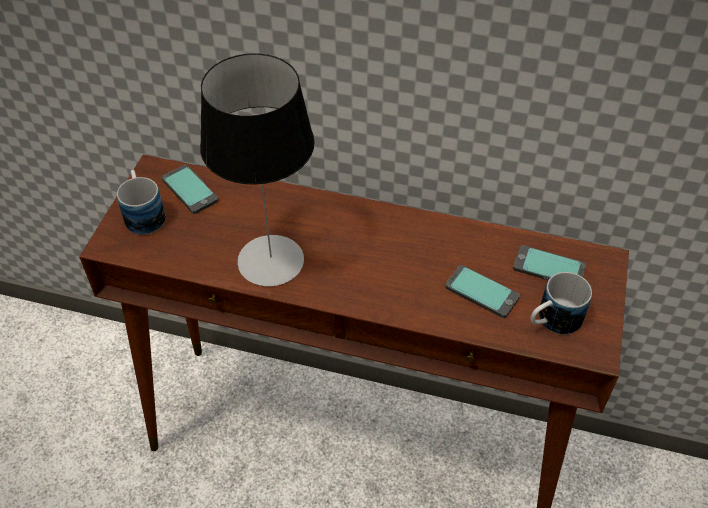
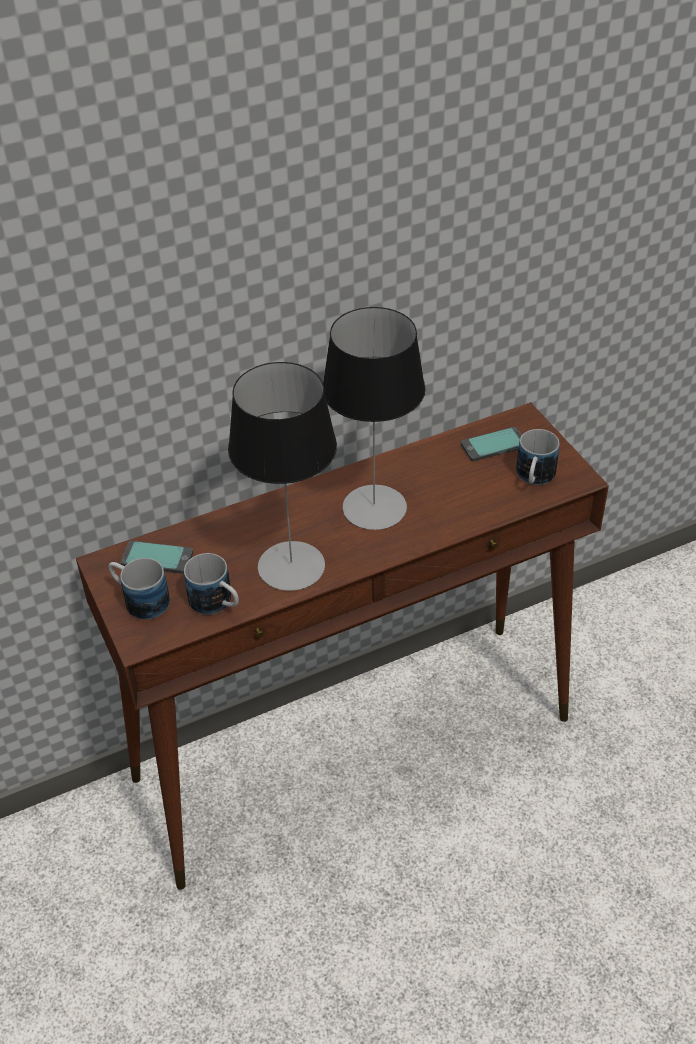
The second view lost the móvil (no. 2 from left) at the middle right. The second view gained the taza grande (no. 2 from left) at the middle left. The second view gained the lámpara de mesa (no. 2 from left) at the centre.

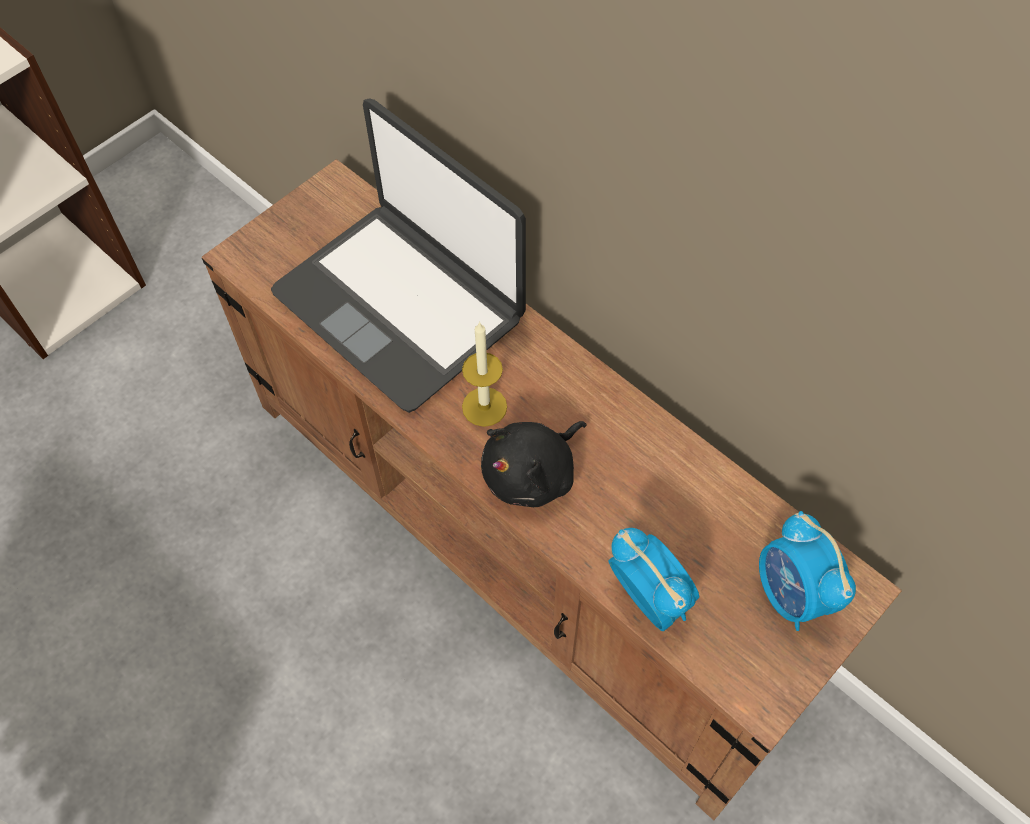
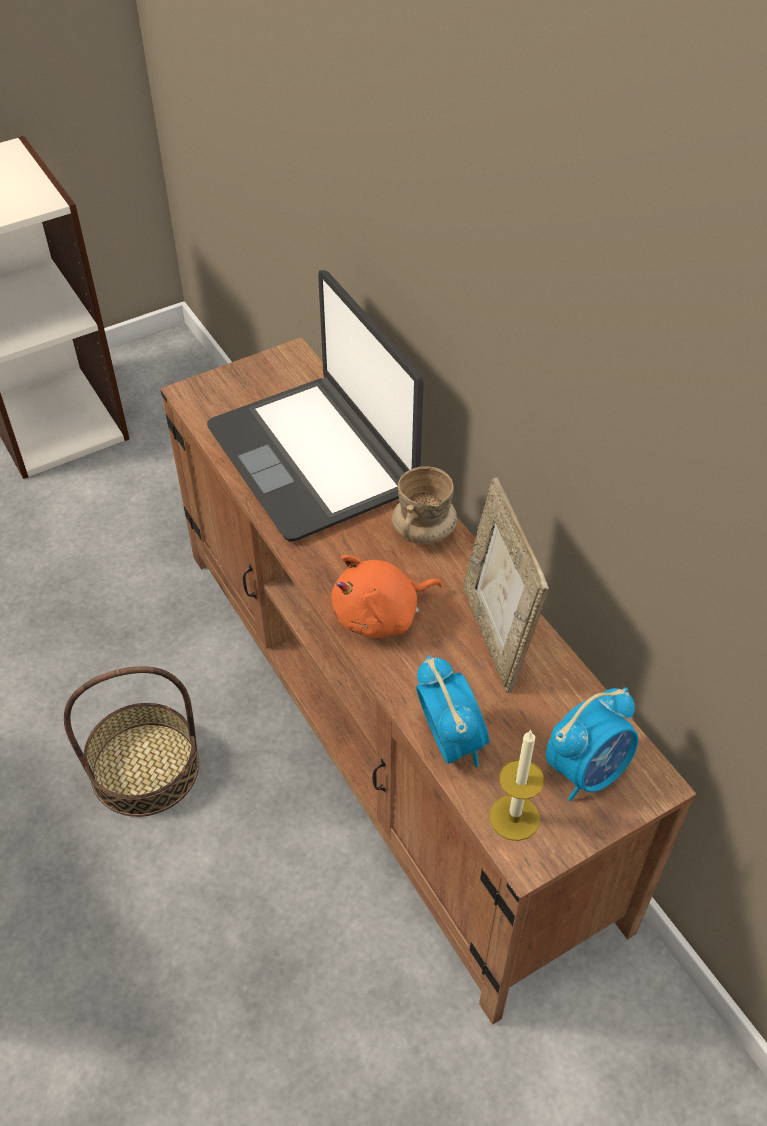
The vela ended up elsewhere, having gone from the centre to the bottom right. What was the peluche/negro at the centre turned into the peluche/naranja at the centre. The despertador (no. 2 from left) at the bottom right ended up facing another way, 120 degrees counterclockwise from before. The second view gained the cesta at the middle left. The second view gained the taza grande/beis at the centre. The second view gained the portarretratos at the centre.

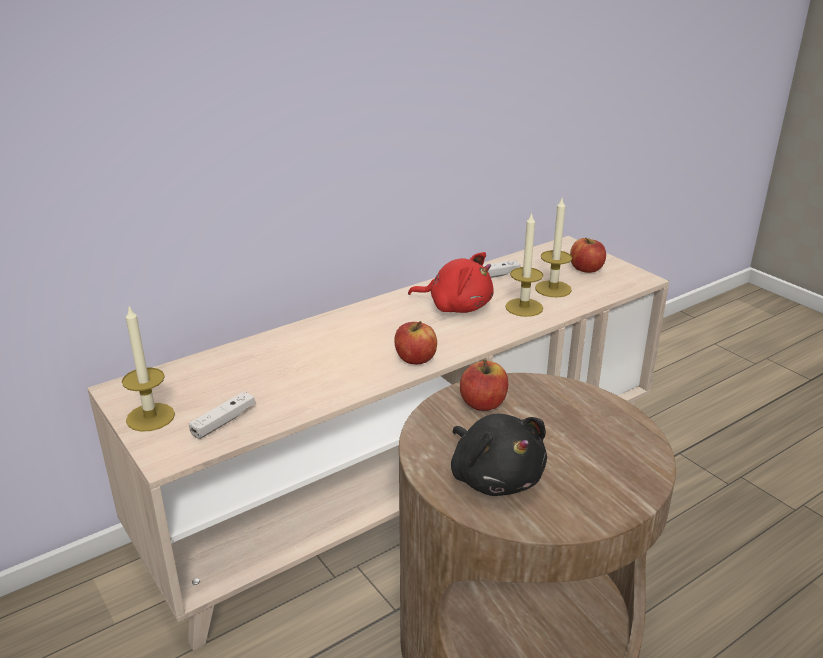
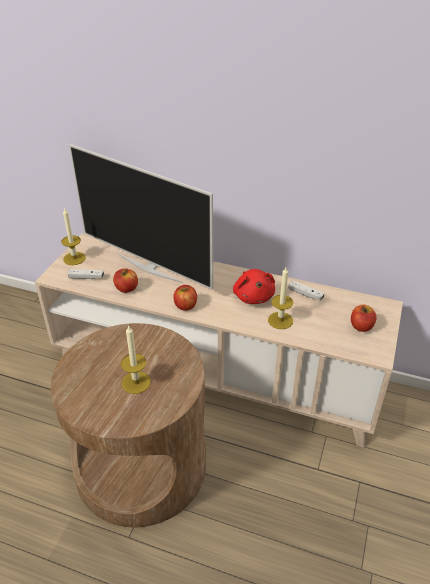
The second view lost the peluche/negro at the bottom centre. The manzana (no. 2 from left in the first image) ended up elsewhere, having gone from the centre to the middle left. The vela (no. 3 from left in the first image) ended up elsewhere, having gone from the middle right to the middle left. The second view gained the televisor at the middle left.

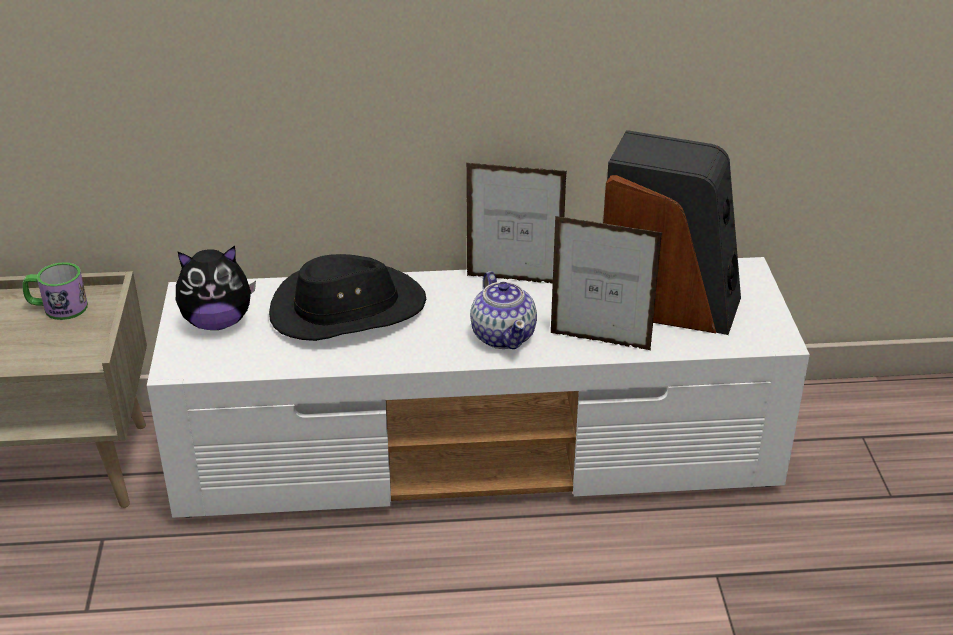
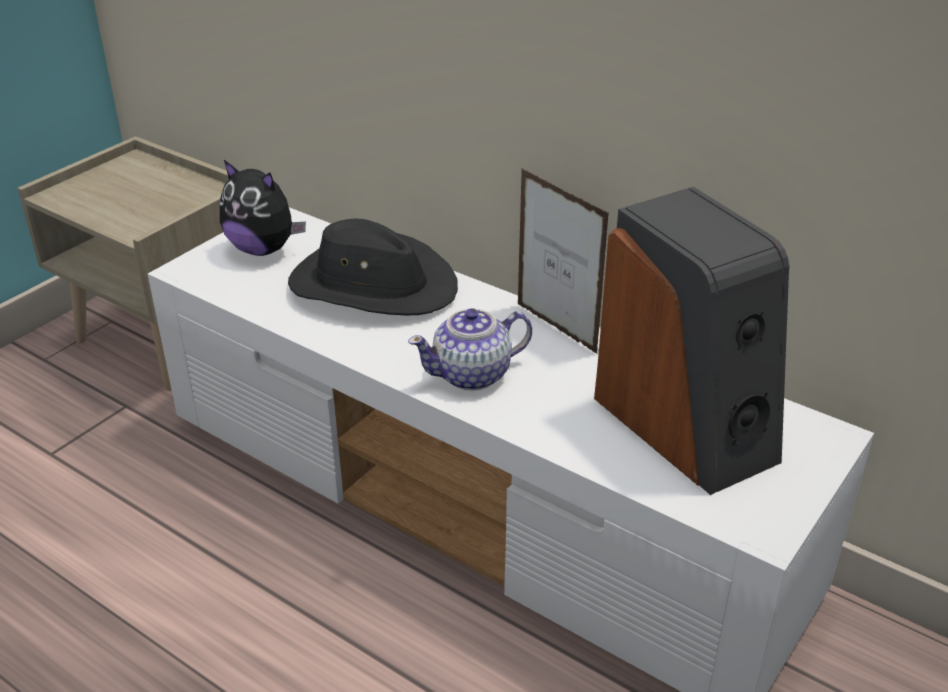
The second view lost the taza grande at the middle left. The tetera at the centre ended up facing another way, 45 degrees clockwise from before. The second view lost the portarretratos (no. 2 from left) at the centre.

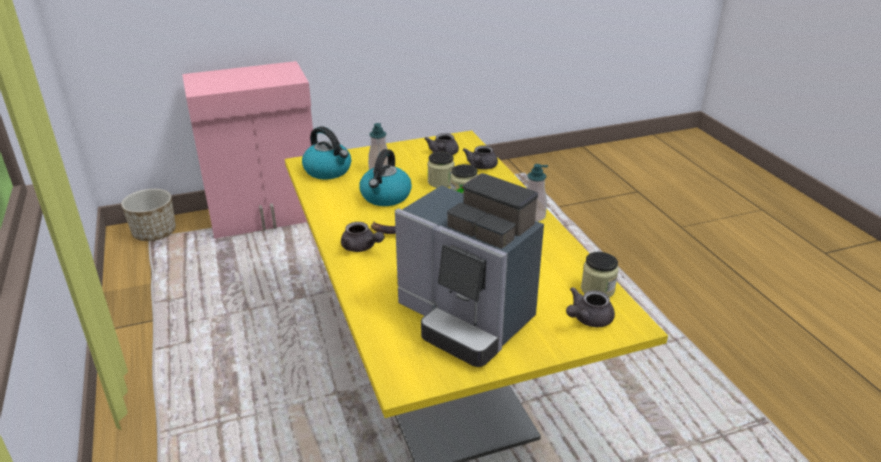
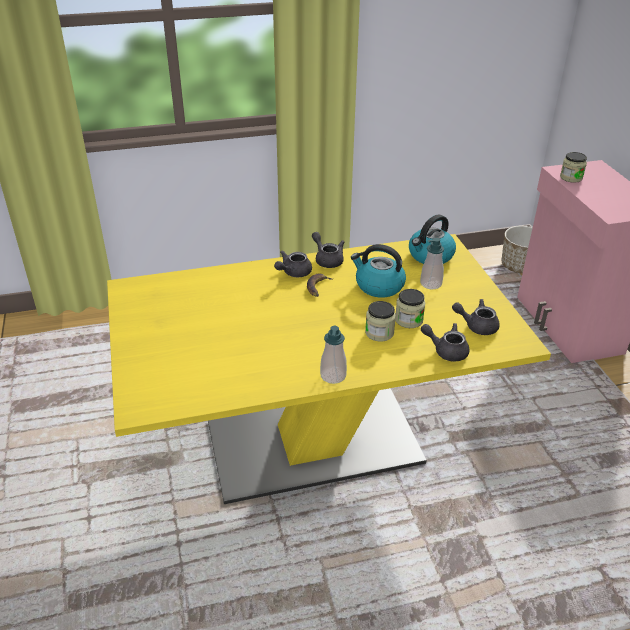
The second view lost the cafetera at the centre. The tetera/gris (no. 4 from left in the first image) ended up elsewhere, having gone from the middle right to the centre. The tarro (no. 3 from left) ended up elsewhere, having gone from the middle right to the top right.

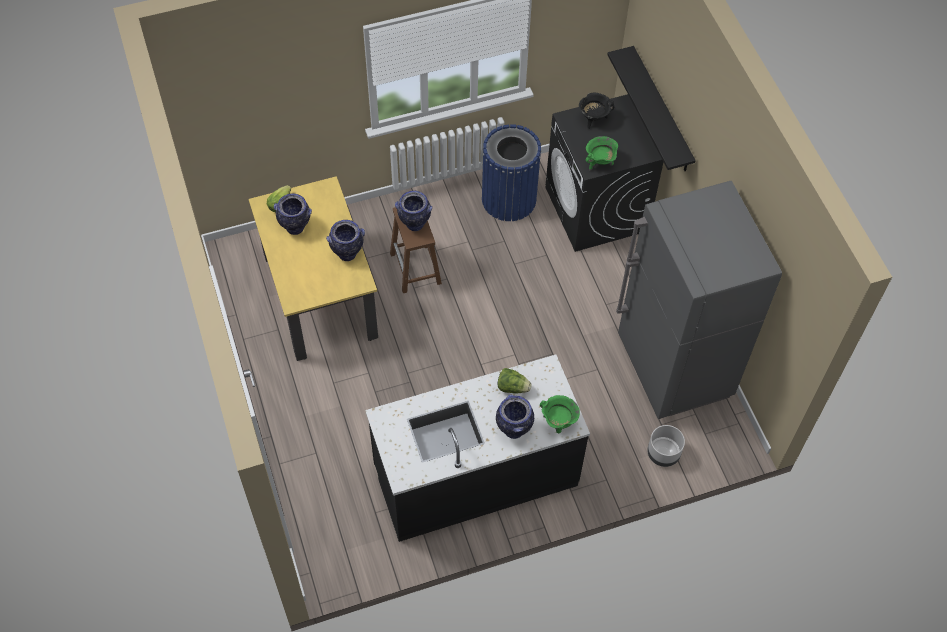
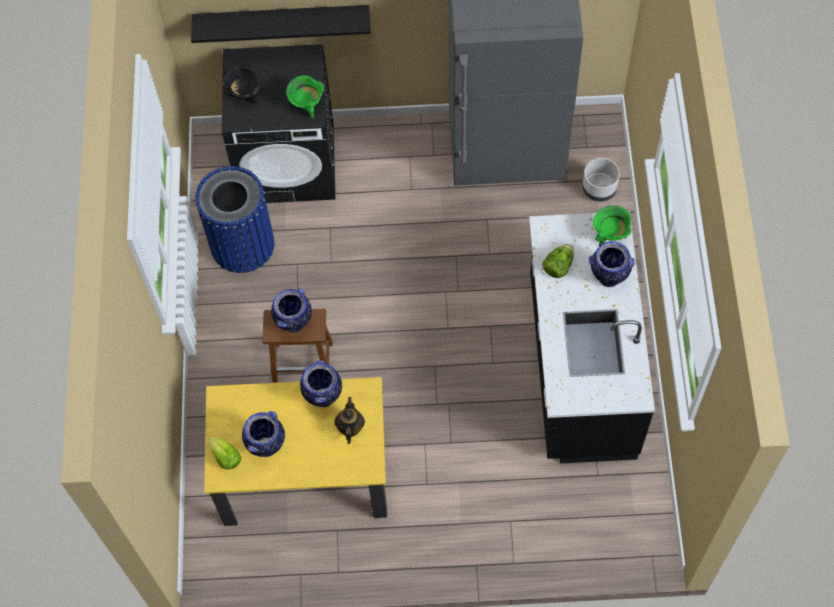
The second view gained the tetera at the bottom centre.

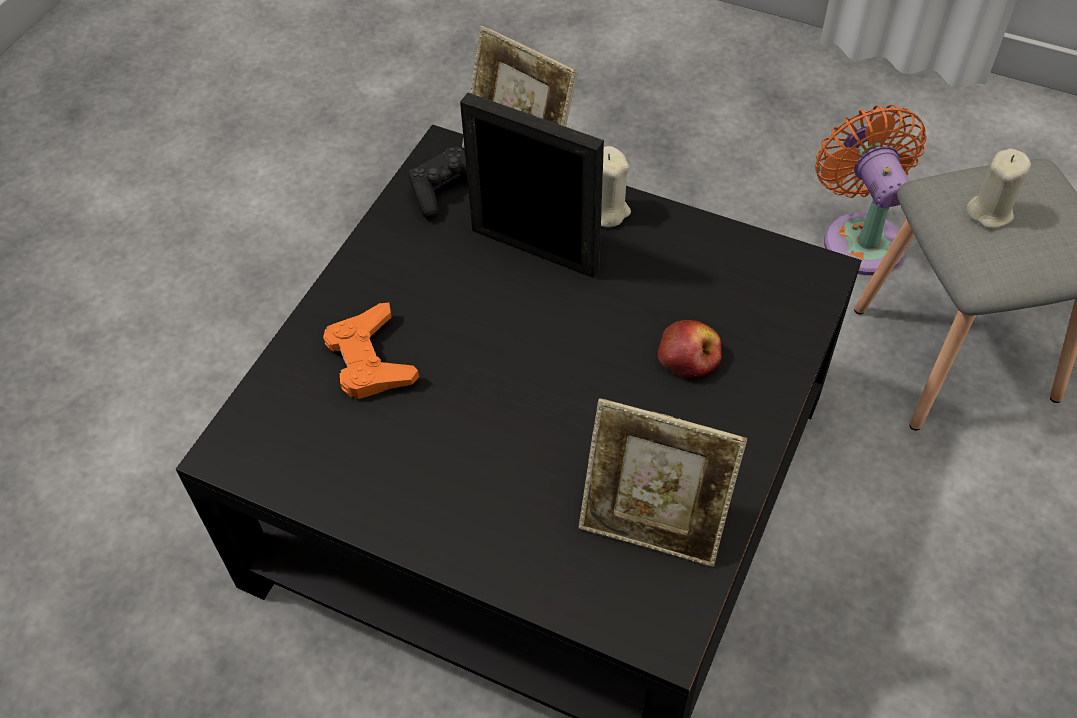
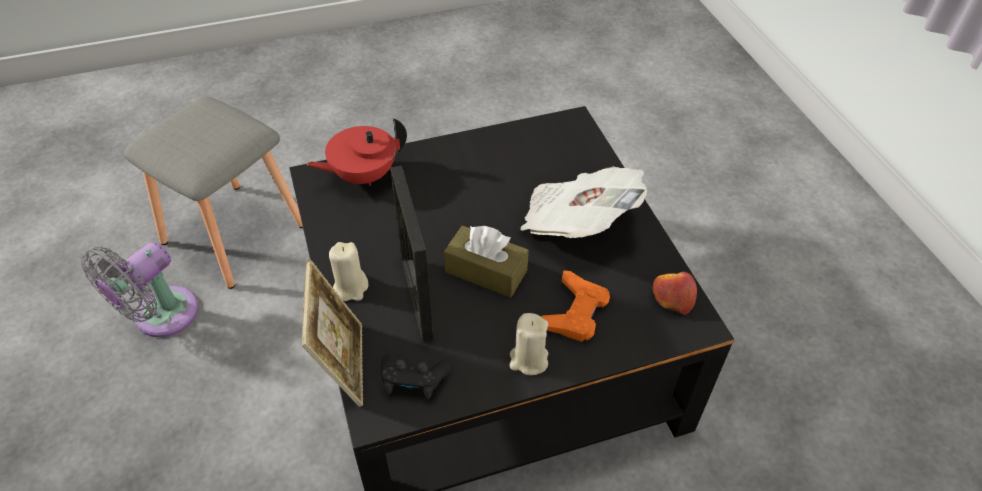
The second view lost the portarretratos (no. 3 from left) at the bottom centre. The manzana ended up elsewhere, having gone from the centre to the middle right. What was the ventilador/naranja at the top right turned into the ventilador/gris at the middle left. The vela/beis (no. 2 from left) ended up elsewhere, having gone from the top right to the bottom centre. The second view gained the tetera/rojo at the top centre. The second view gained the caja de pañuelos/marrón at the centre. The second view gained the periódico at the centre.

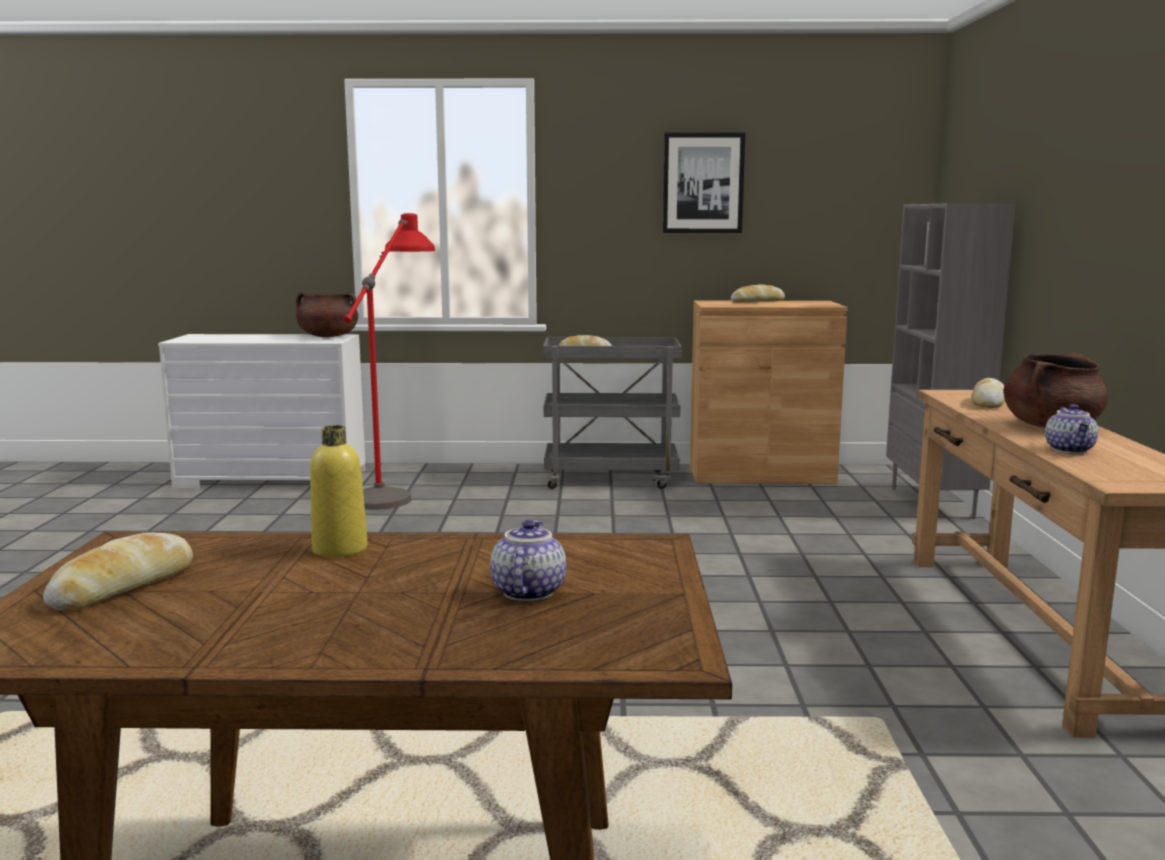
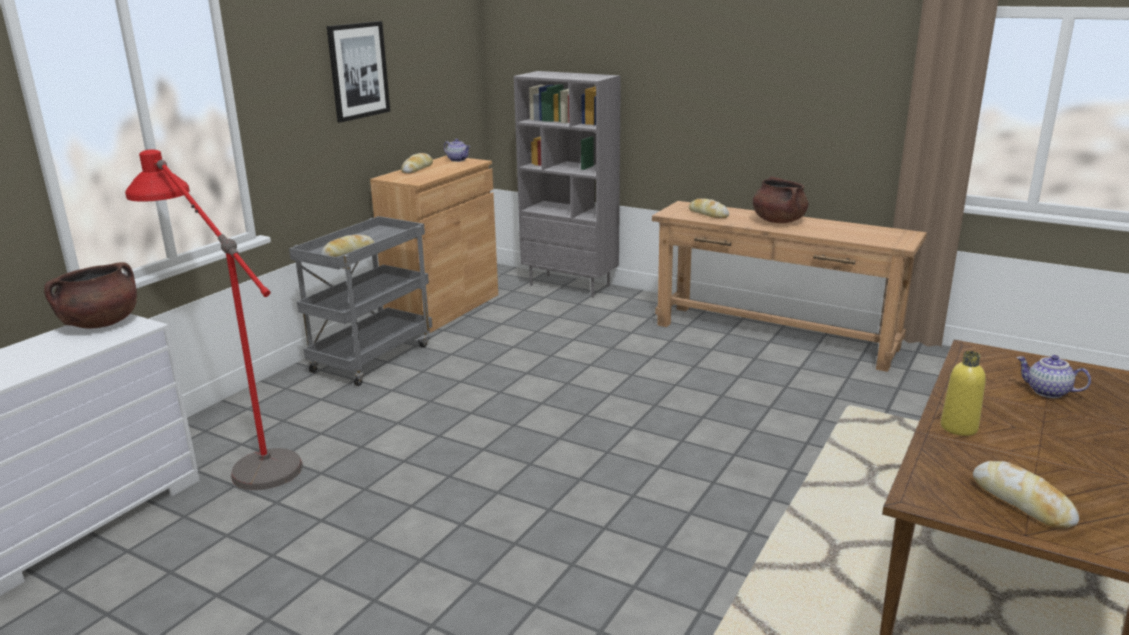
The tetera (no. 2 from left in the first image) ended up elsewhere, having gone from the middle right to the top centre.

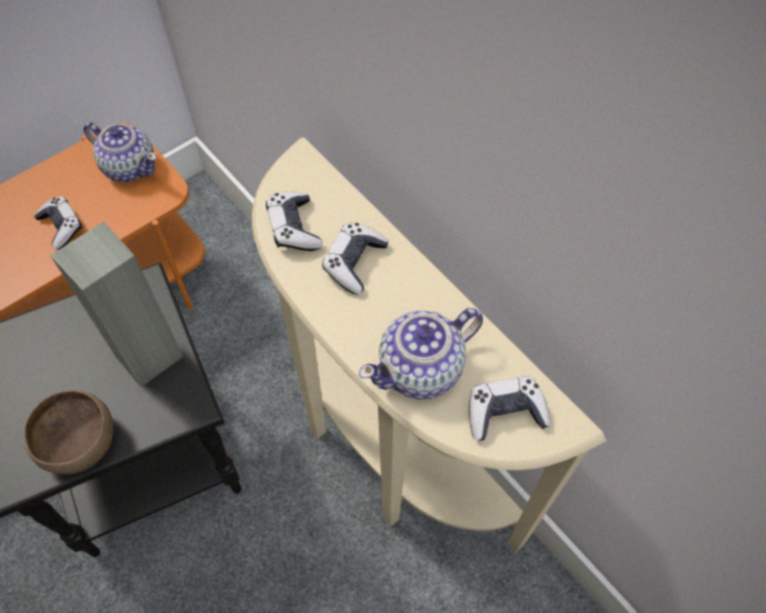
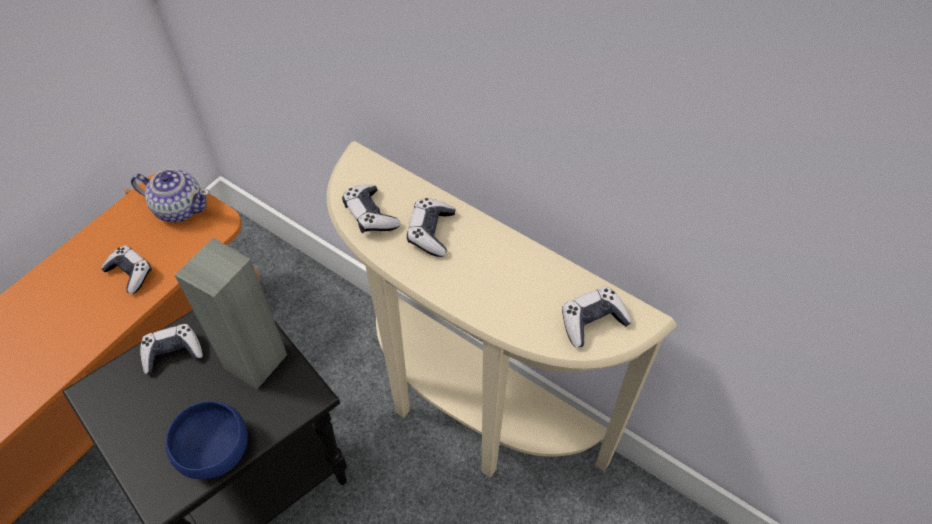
What was the cuenco/marrón at the bottom left turned into the cuenco/azul at the bottom left. The second view lost the tetera (no. 2 from left) at the centre. The second view gained the mando de consola (no. 2 from left) at the middle left.

